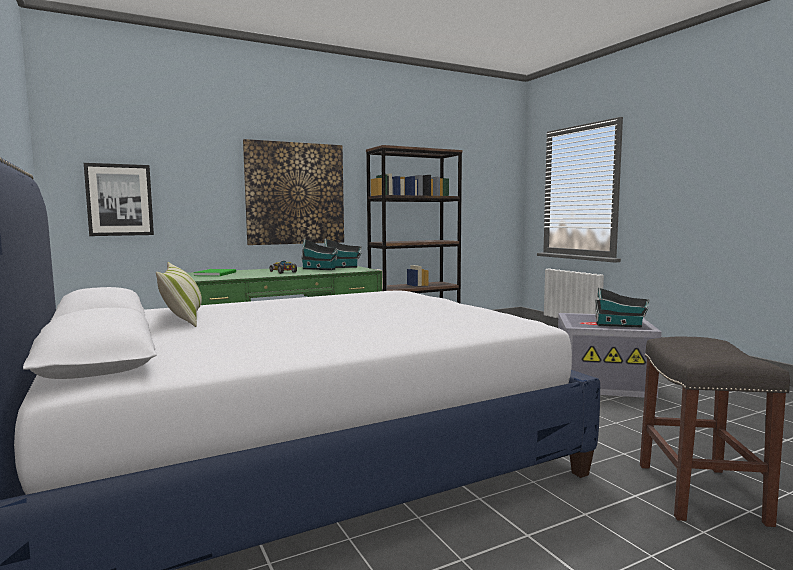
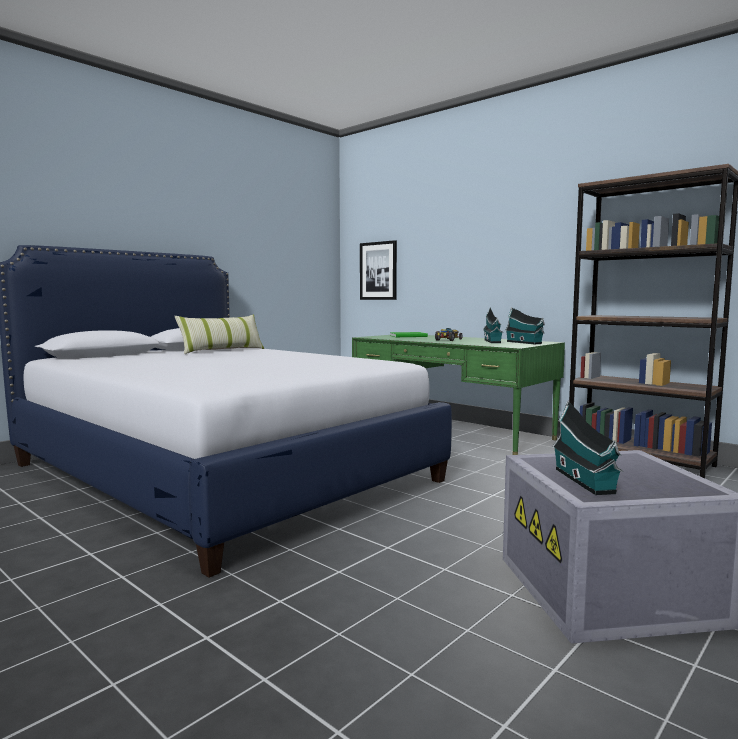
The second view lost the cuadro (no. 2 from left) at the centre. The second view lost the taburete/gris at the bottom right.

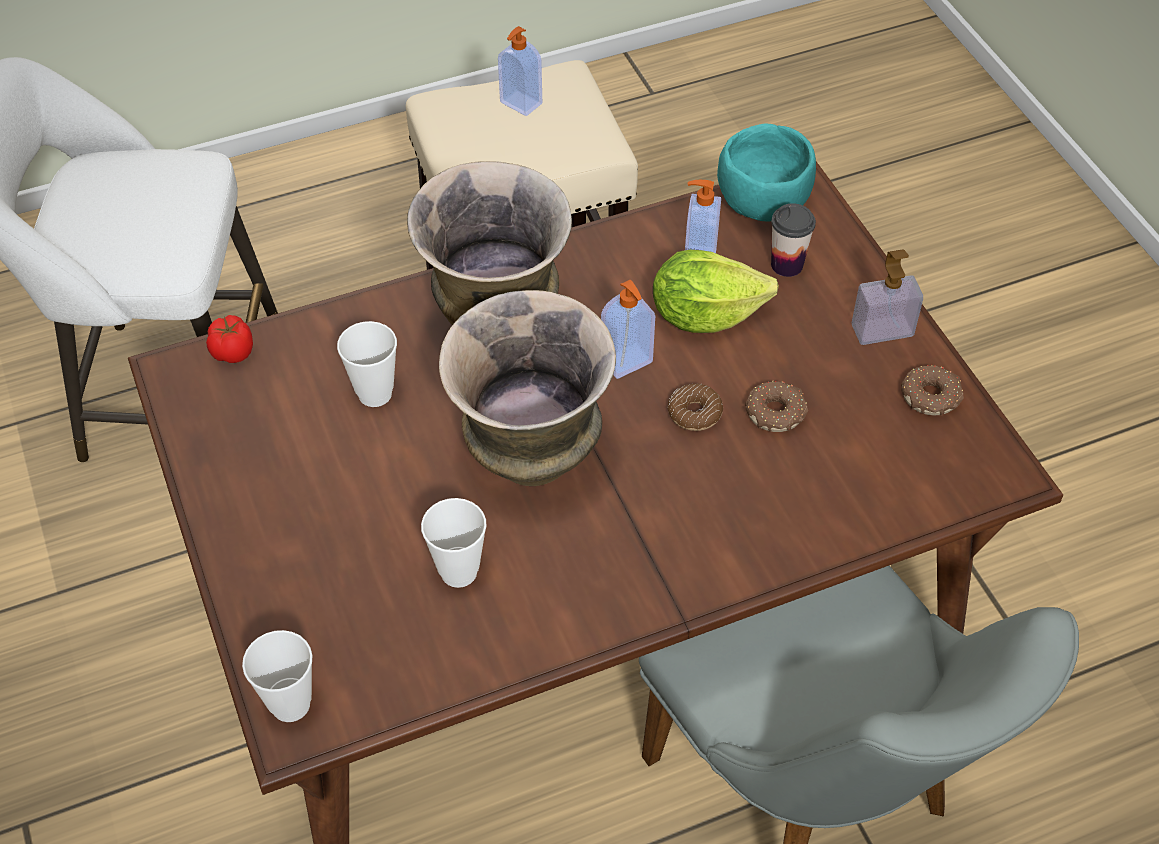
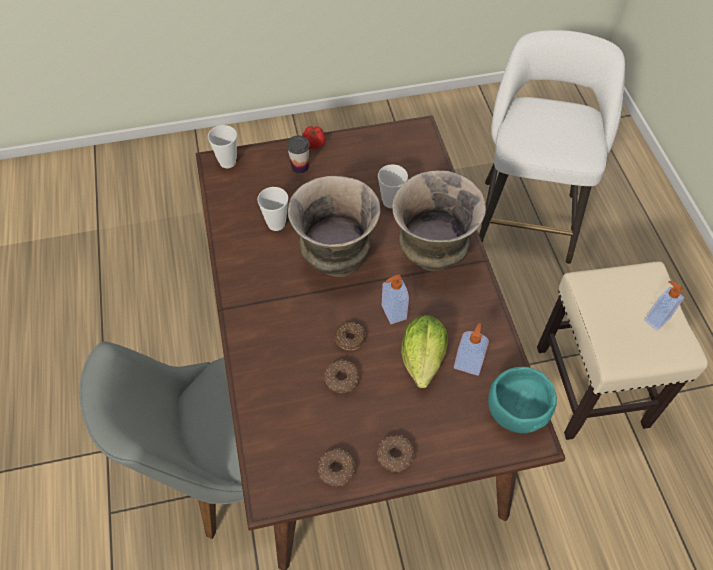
The tomate ended up elsewhere, having gone from the middle left to the top centre. The taza (no. 4 from left in the first image) ended up elsewhere, having gone from the top right to the top centre. Where the dispensador de jabón (no. 4 from left) stood at the middle right, the rosquilla (no. 4 from left) came to stand at the bottom centre.

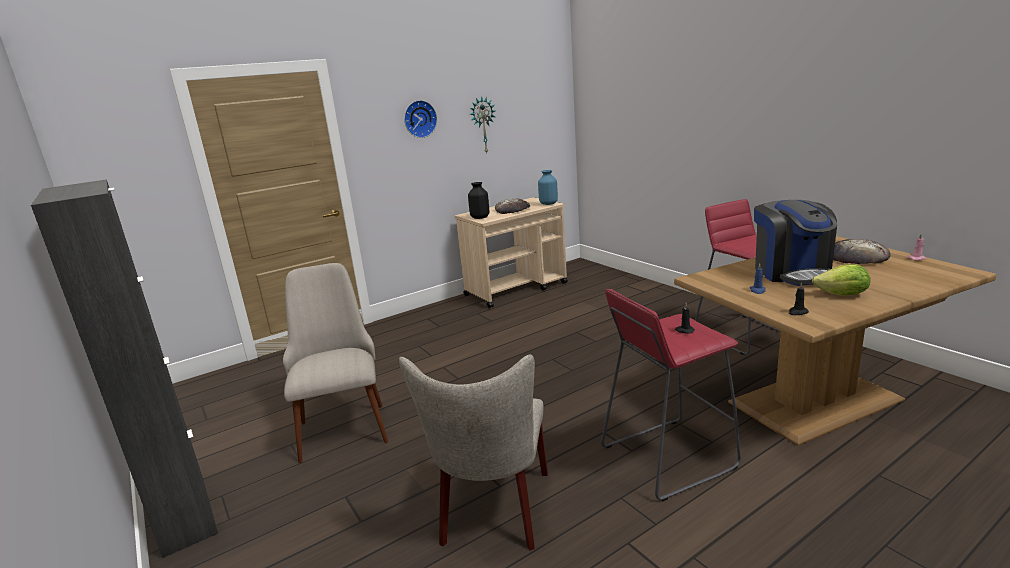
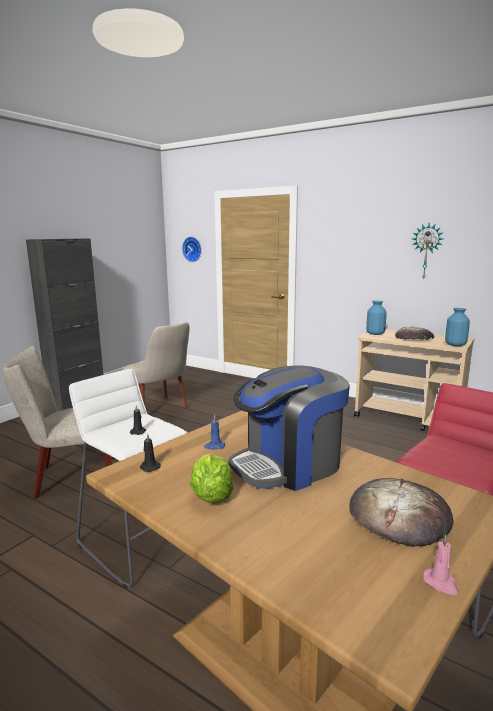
The silla/beis (no. 1 from left in the first image) at the middle left ended up facing another way, 90 degrees clockwise from before. The reloj de pared (no. 1 from left) ended up elsewhere, having gone from the top centre to the centre. What was the florero/negro at the centre turned into the florero/azul (no. 1 from left) at the middle right. What was the taburete/rojo (no. 1 from left) at the bottom centre turned into the taburete/blanco at the bottom left.

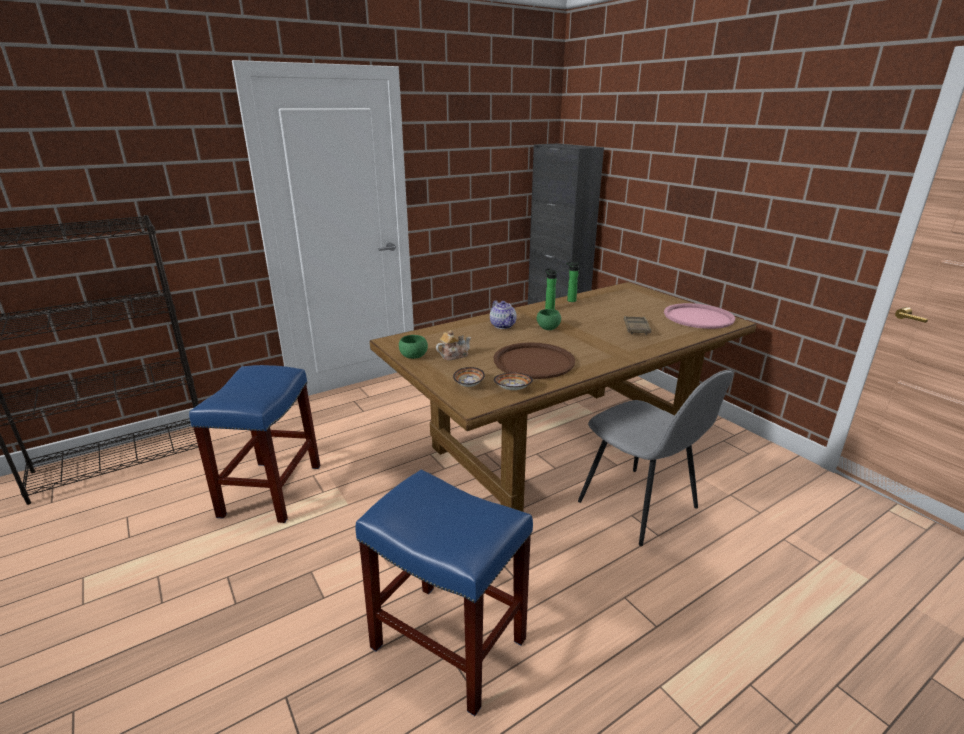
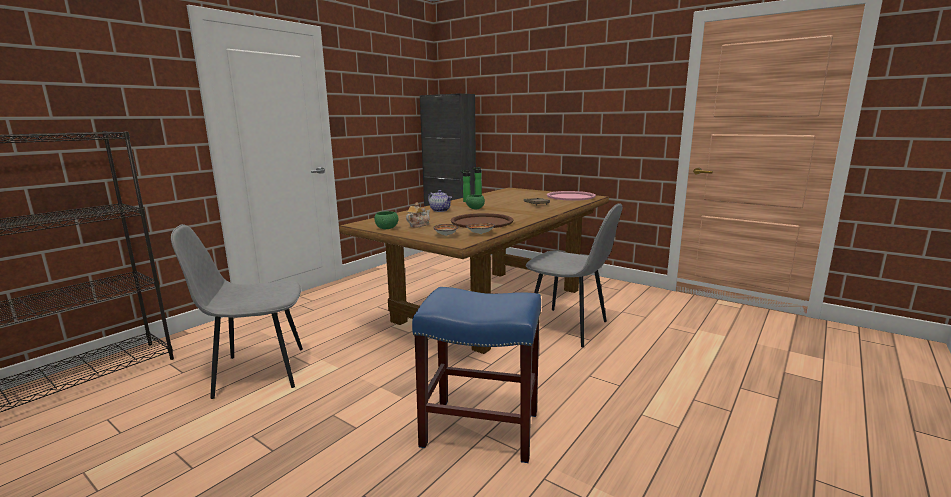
Where the taburete/azul (no. 1 from left) stood at the middle left, the silla/gris (no. 1 from left) came to stand at the middle left.

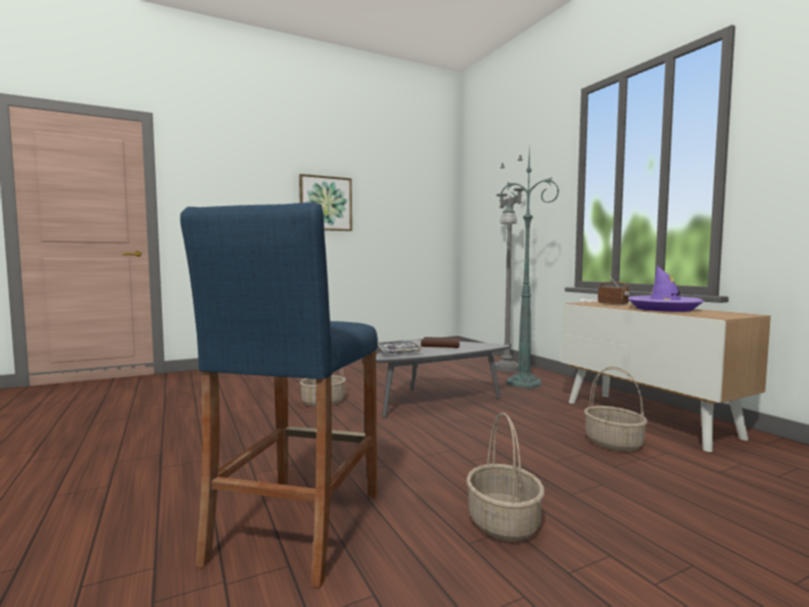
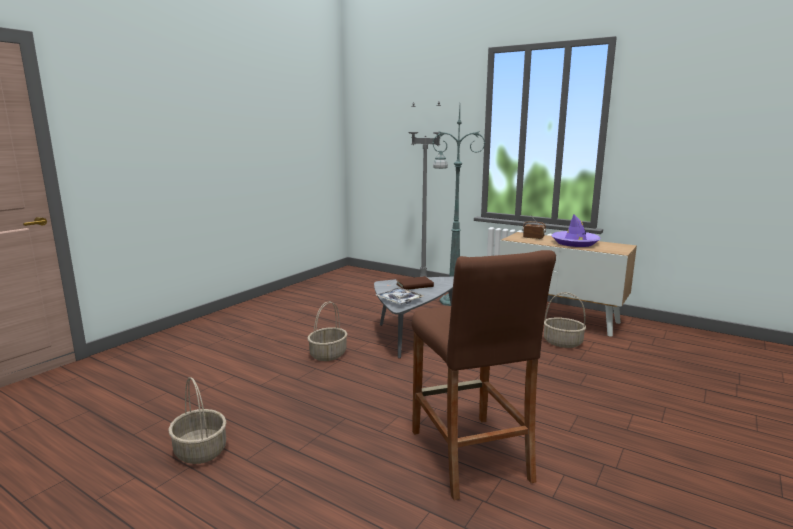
What was the taburete/azul at the centre turned into the taburete/marrón at the bottom centre. The second view lost the cuadro at the top centre. The cesta (no. 2 from left in the first image) ended up elsewhere, having gone from the bottom centre to the bottom left.

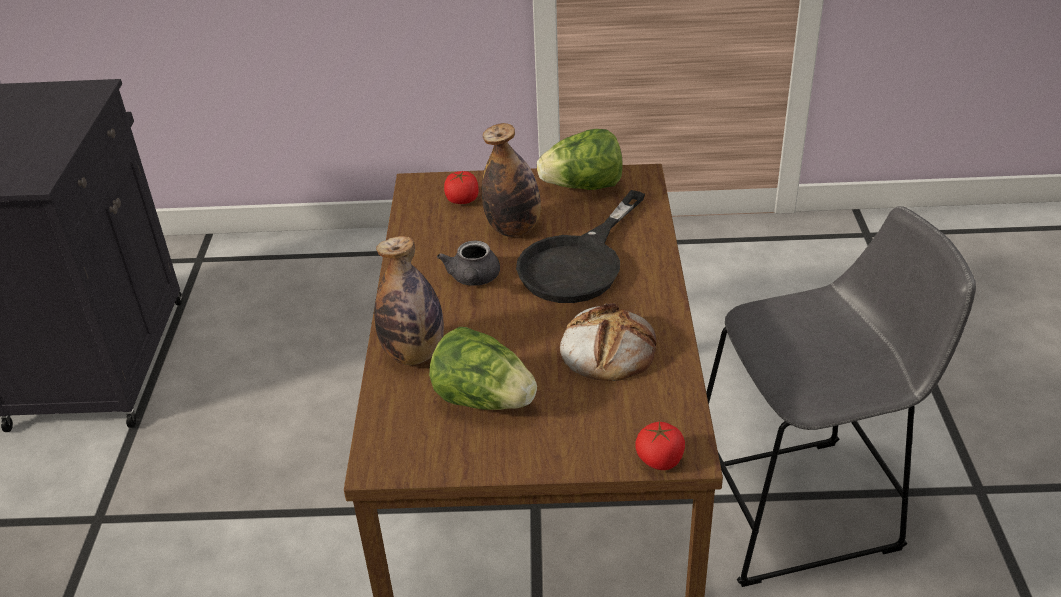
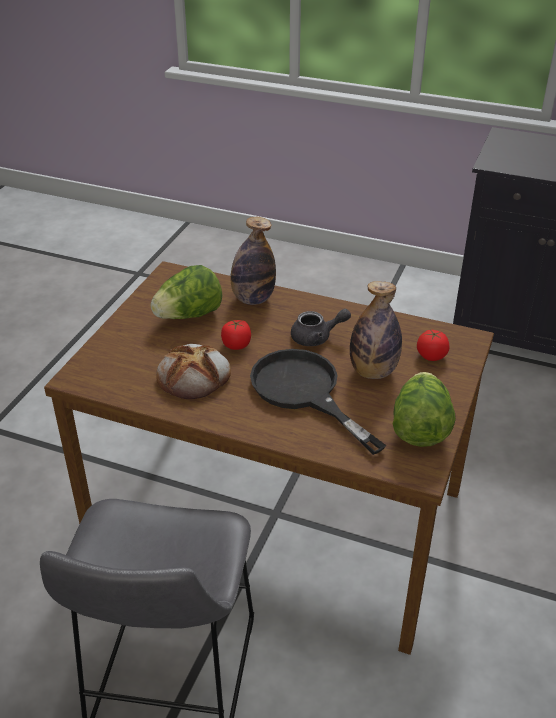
The tetera/gris at the centre ended up facing another way, 150 degrees clockwise from before. The tomate (no. 2 from left in the first image) ended up elsewhere, having gone from the bottom centre to the centre.

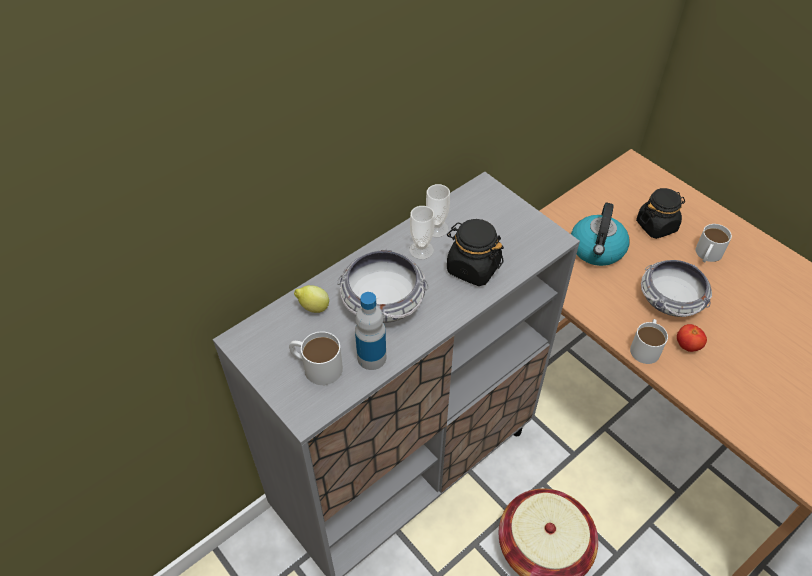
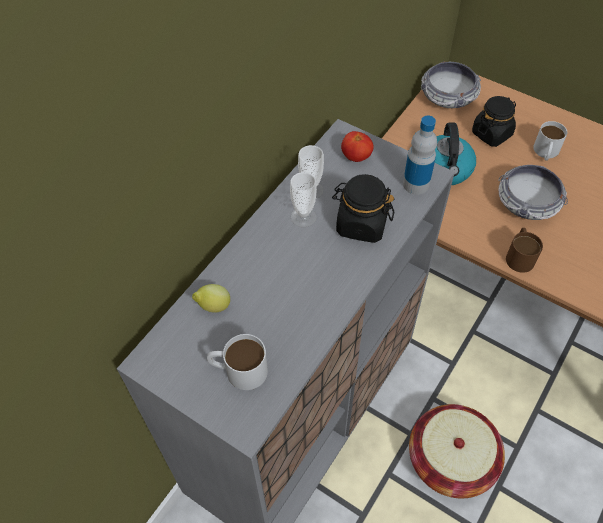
The cuenco (no. 1 from left) ended up elsewhere, having gone from the centre to the top right. The botella ended up elsewhere, having gone from the centre to the top right. What was the taza grande/blanco (no. 2 from left) at the middle right turned into the taza grande/marrón at the middle right. The tomate ended up elsewhere, having gone from the middle right to the top centre.

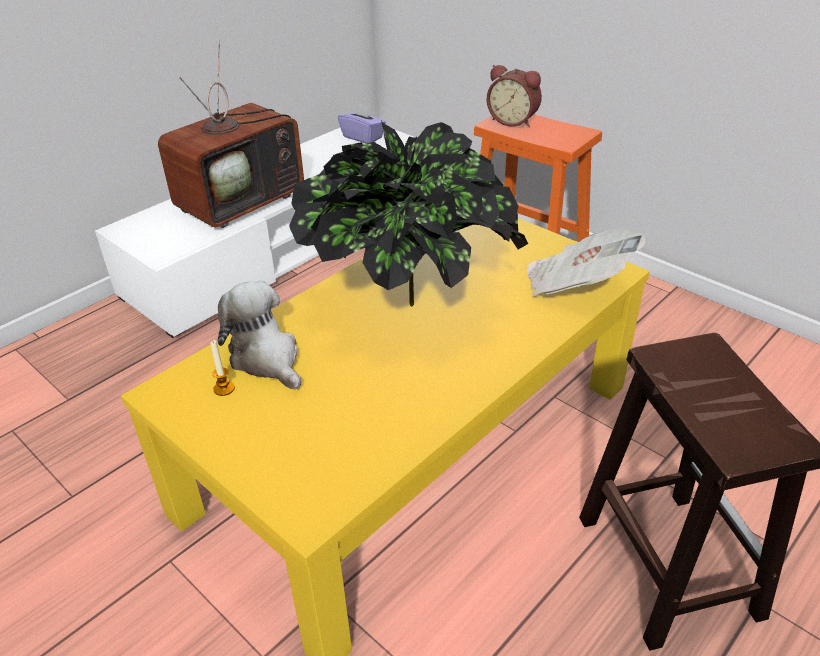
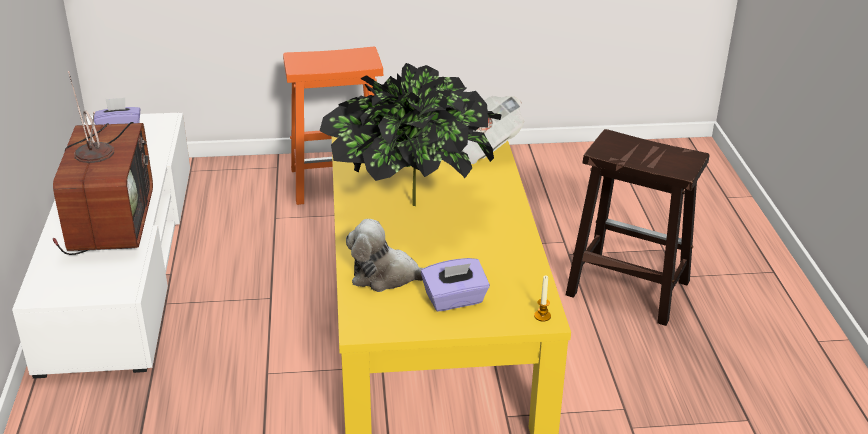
The vela ended up elsewhere, having gone from the middle left to the bottom centre. The second view lost the despertador at the top centre. The second view gained the caja de pañuelos/morado (no. 2 from left) at the centre.

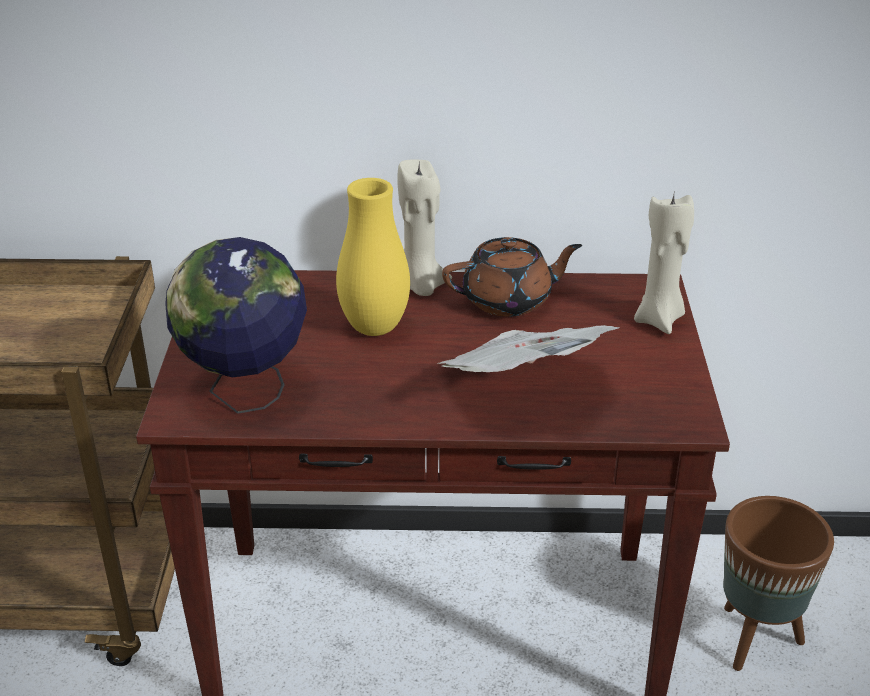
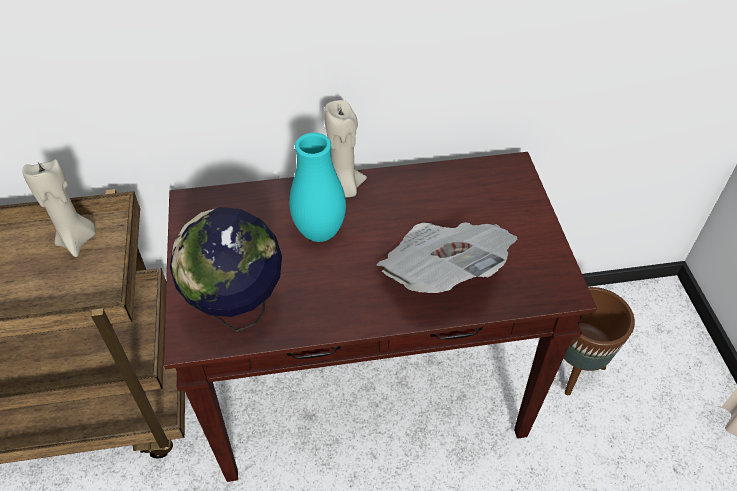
What was the florero/amarillo at the centre turned into the florero/turquesa at the centre. The second view lost the tetera/marrón at the centre. The vela/beis (no. 2 from left in the first image) ended up elsewhere, having gone from the middle right to the middle left.

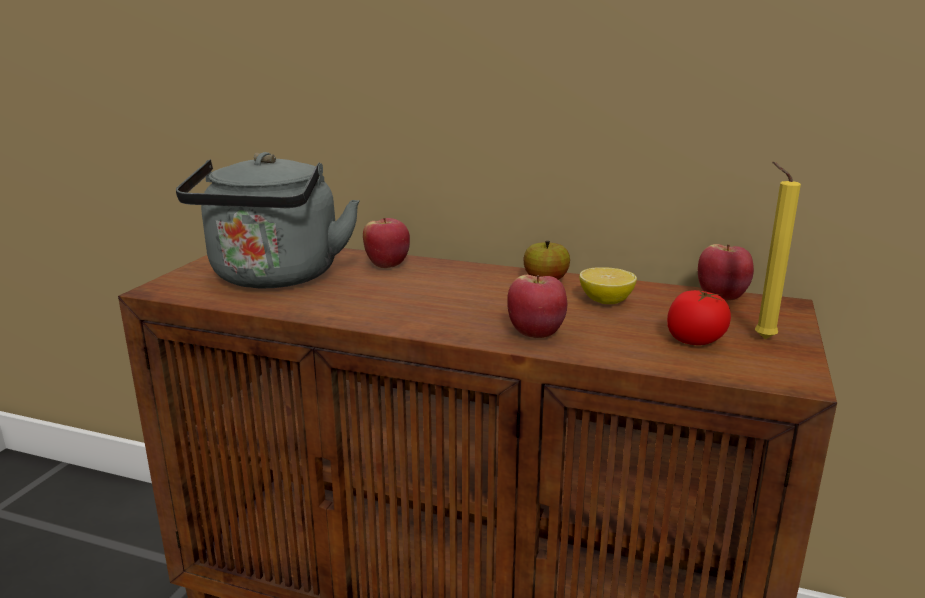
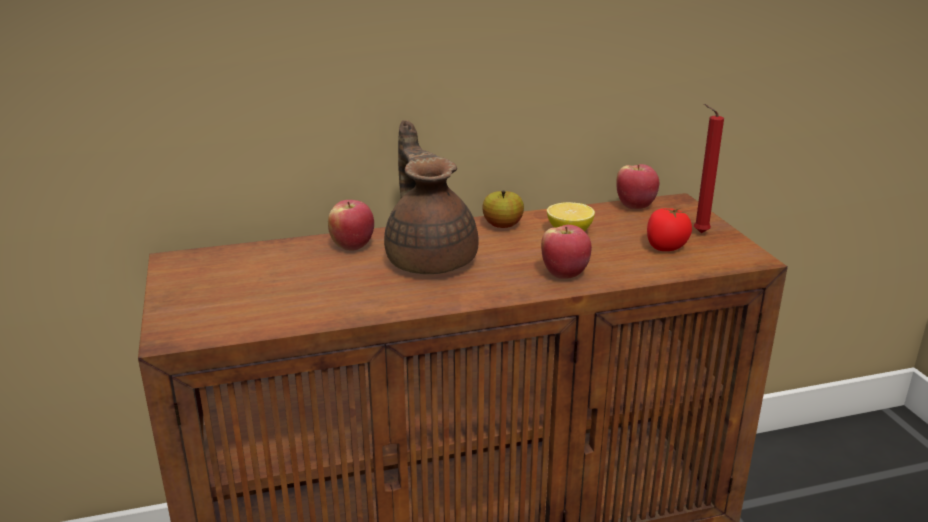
The second view lost the hervidor/gris at the middle left. What was the vela/amarillo at the middle right turned into the vela/rojo at the top right. The second view gained the tetera/marrón at the centre.

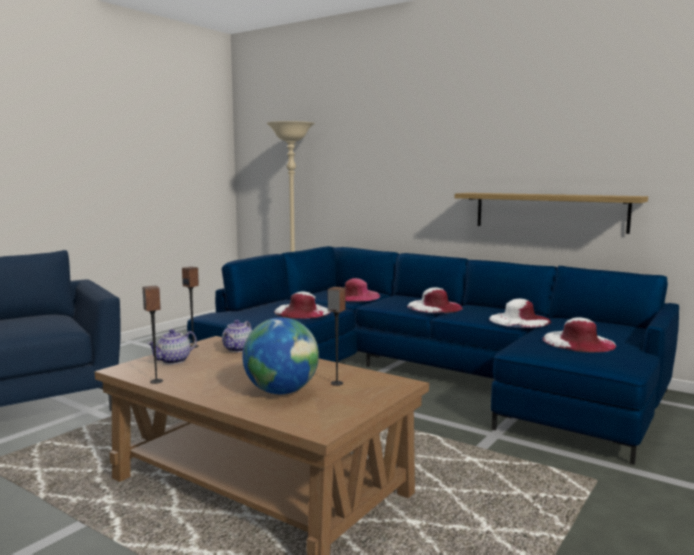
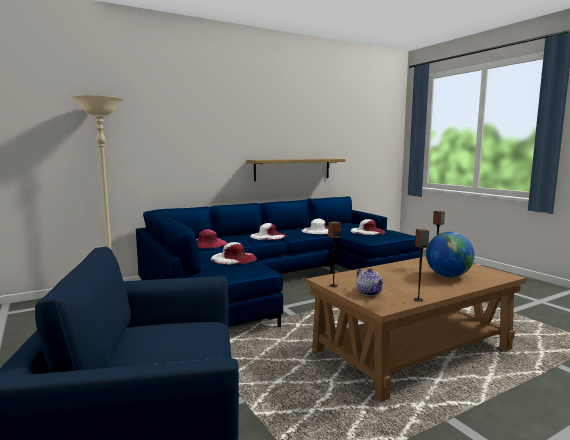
The second view lost the tetera (no. 2 from left) at the centre.

